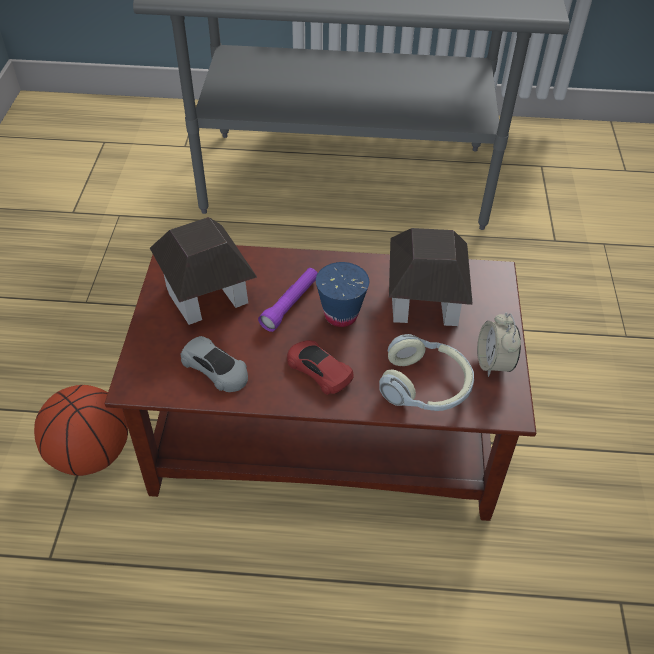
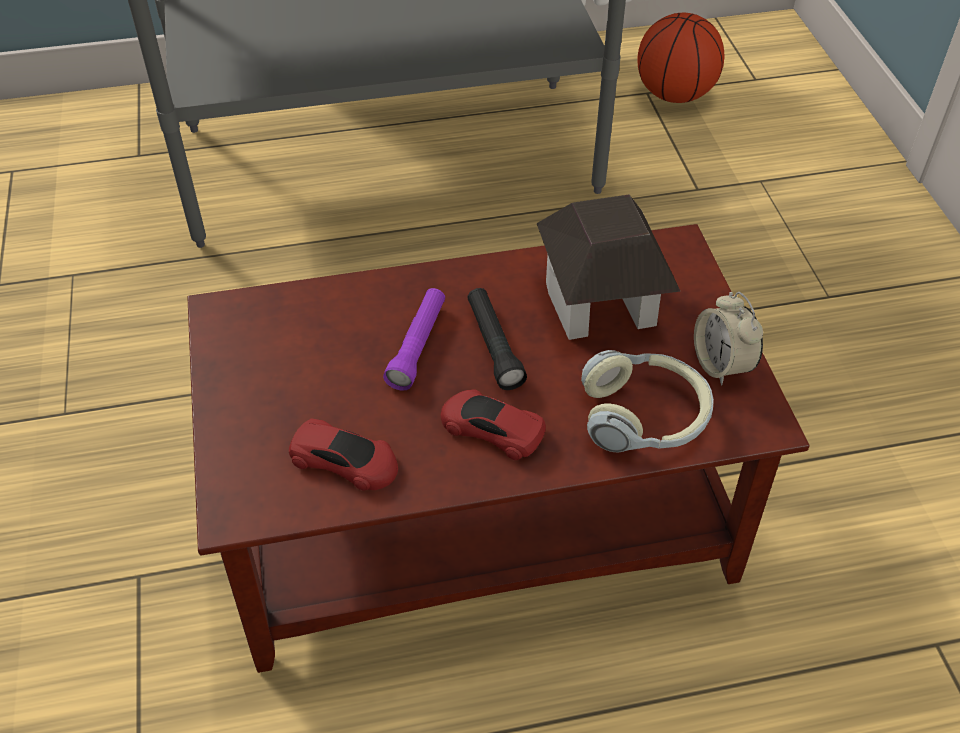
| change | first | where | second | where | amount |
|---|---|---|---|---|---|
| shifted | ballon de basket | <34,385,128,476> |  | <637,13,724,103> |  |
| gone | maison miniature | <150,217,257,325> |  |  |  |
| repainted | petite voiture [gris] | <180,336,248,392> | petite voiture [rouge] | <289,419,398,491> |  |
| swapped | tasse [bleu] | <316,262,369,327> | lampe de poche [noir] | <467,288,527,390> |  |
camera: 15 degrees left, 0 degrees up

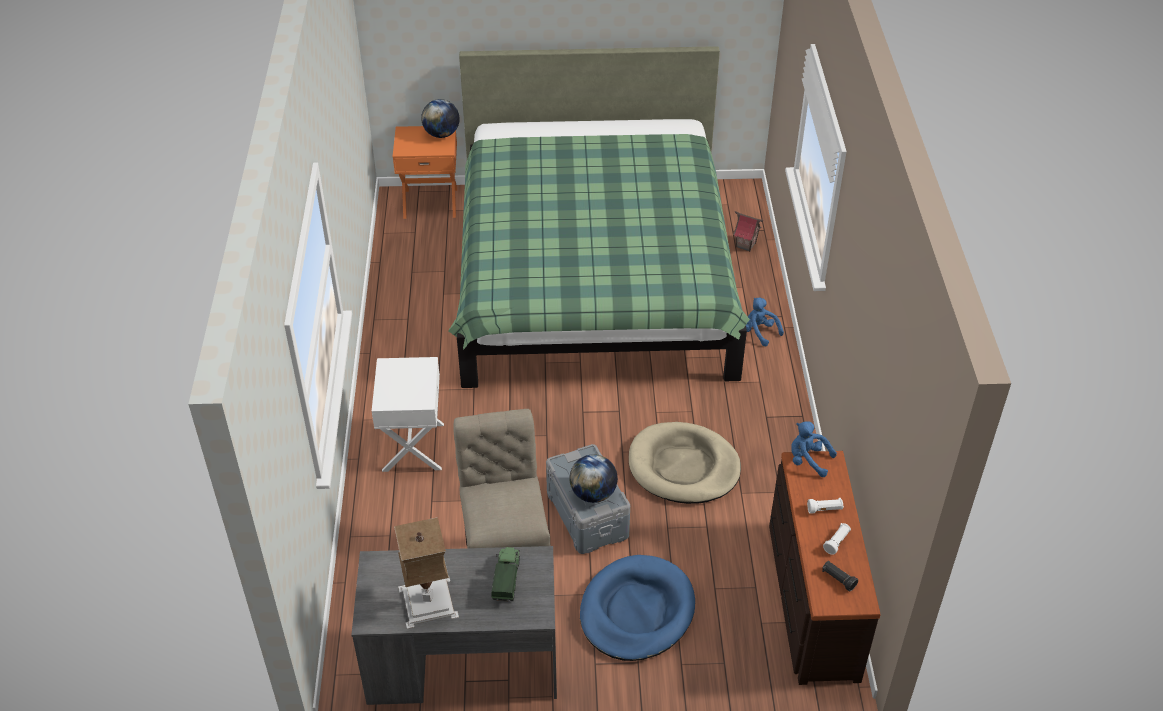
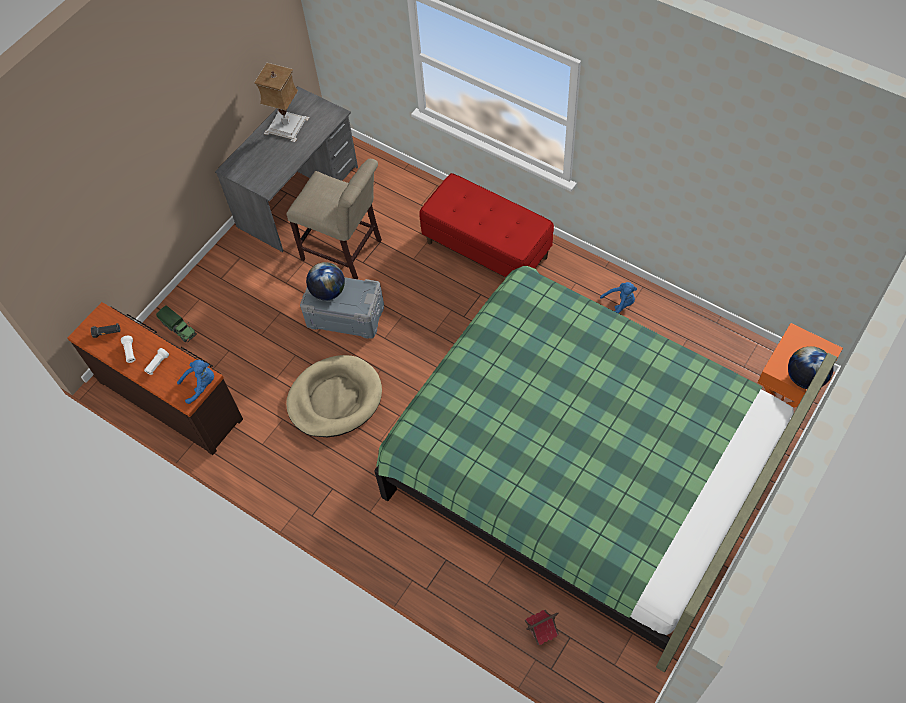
| change | first | where | second | where | amount |
|---|---|---|---|---|---|
| swapped | table de chevet [blanc] | <372,357,444,472> | banc [rouge] | <419,173,554,277> |  |
| shifted | camion jouet | <491,547,520,601> |  | <156,305,197,342> |  |
| gone | panier pour chien [bleu] | <580,555,695,661> |  |  |  |
| shifted | peluche [bleu] | <746,298,784,346> |  | <600,282,637,313> |  |
camera: 130 degrees right, 15 degrees up

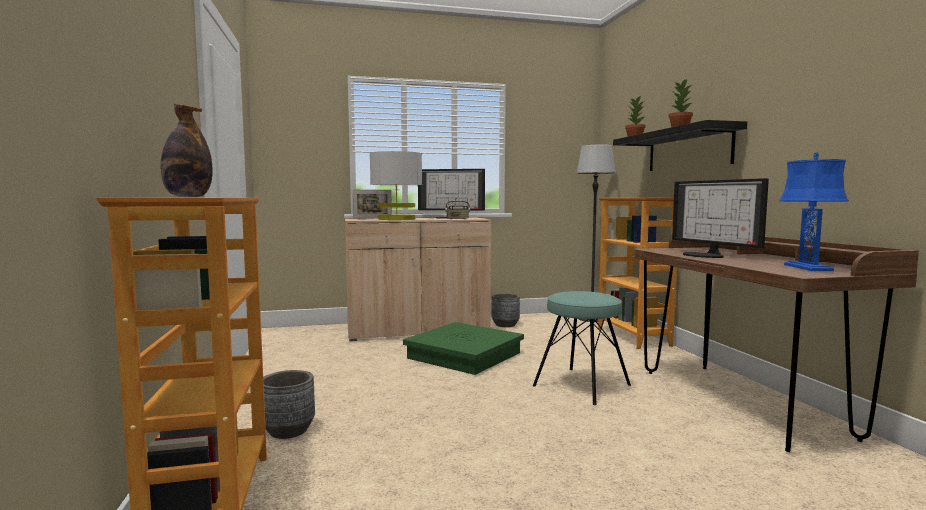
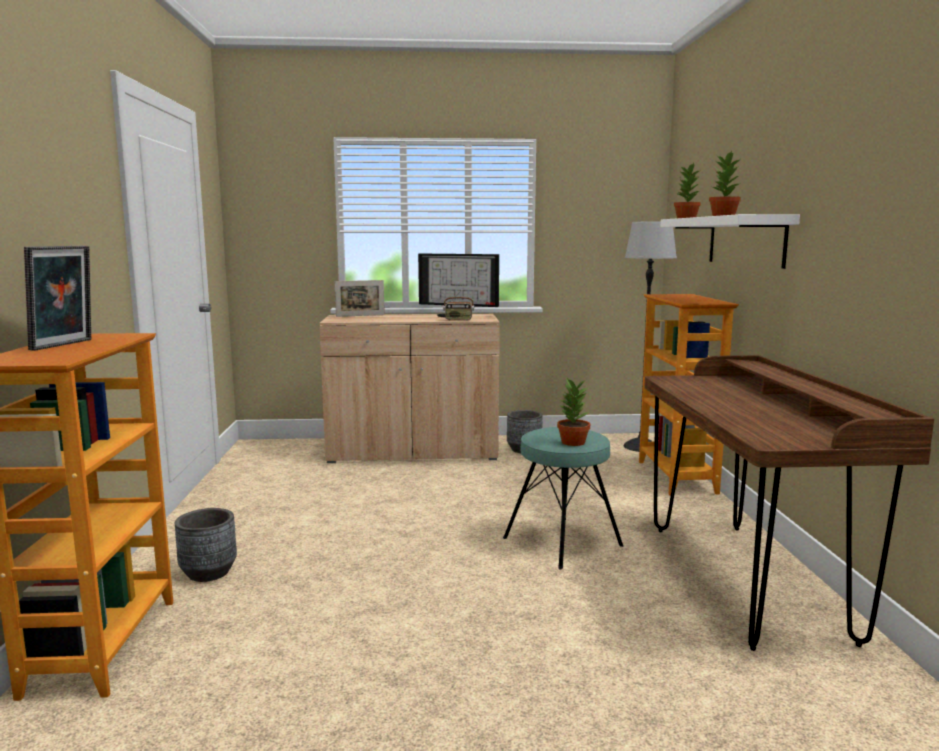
| change | first | where | second | where | amount |
|---|---|---|---|---|---|
| swapped | bouteille | <160,104,213,197> | cadre photo | <24,246,91,351> |  |
| gone | lampe de table [gris] | <370,151,422,220> |  |  |  |
| gone | boîte de rangement [vert] | <403,322,524,375> |  |  |  |
| repainted | étagère [noir] | <613,120,747,171> | étagère [blanc] | <660,214,800,269> |  |
| gone | écran d'ordinateur | <672,178,769,258> |  |  |  |
| gone | lampe de table [bleu] | <779,152,849,271> |  |  |  |
| new |  |  | plante en pot | <557,378,590,446> |  |
camera: 10 degrees right, 5 degrees up

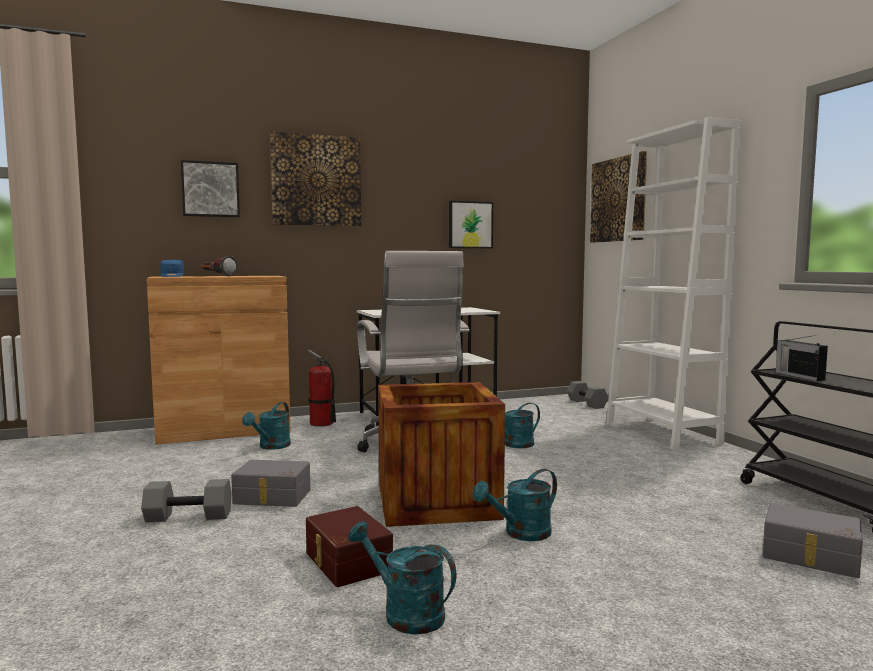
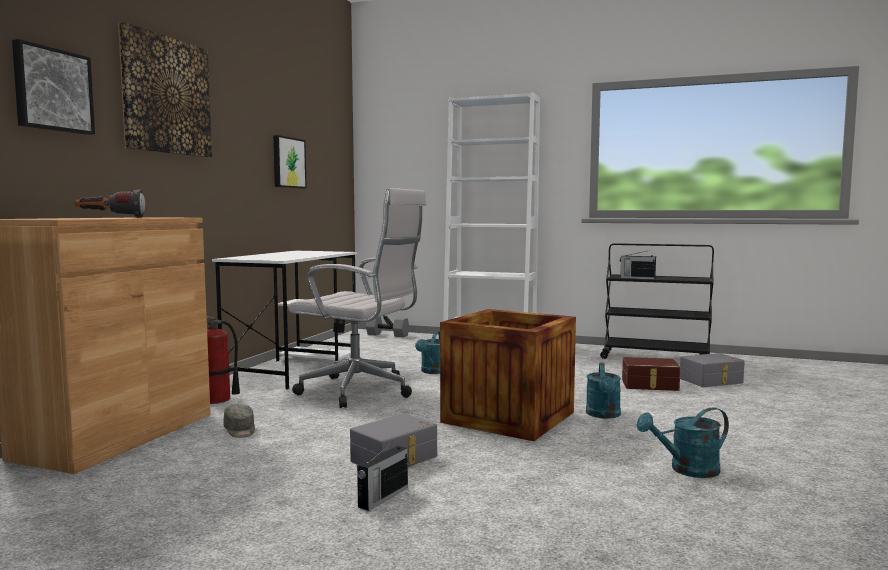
| change | first | where | second | where | amount |
|---|---|---|---|---|---|
| swapped | haltère [gris] | <141,479,232,522> | radio | <357,441,408,511> |  |
| gone | casquette [bleu] | <160,260,184,277> |  |  |  |
| swapped | arrosoir [turquoise] | <242,402,291,450> | casquette [gris] | <223,404,255,438> |  |
| shifted | boîte de rangement [marron] | <306,506,393,587> |  | <622,357,680,391> |  |
| gone | tableau | <590,151,647,243> |  |  |  |
camera: 50 degrees left, 0 degrees up

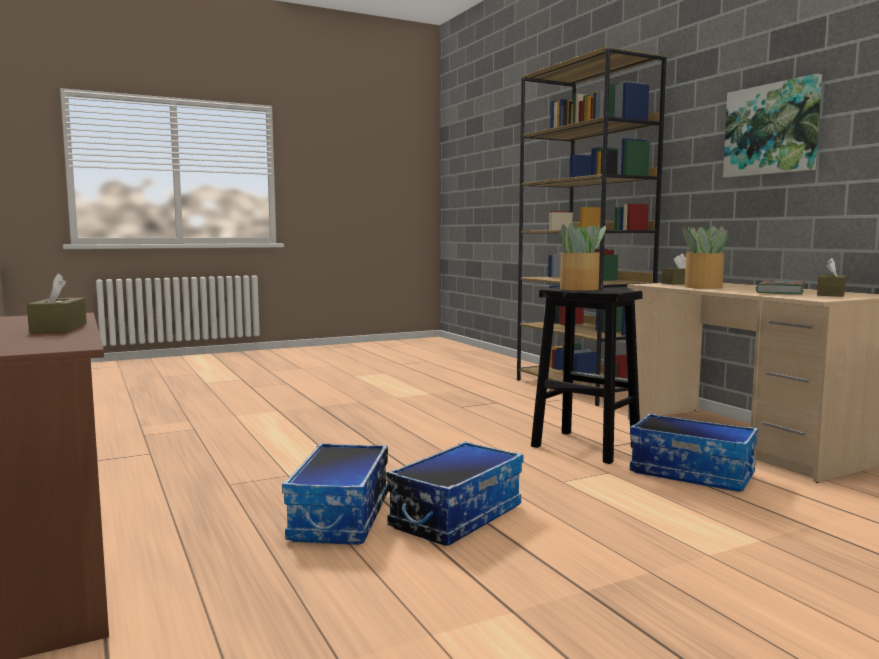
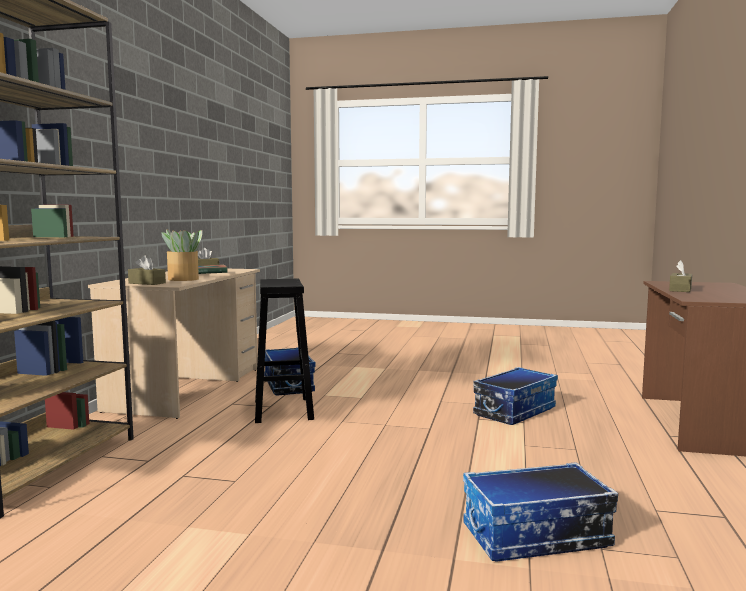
| change | first | where | second | where | amount |
|---|---|---|---|---|---|
| shifted | boîte de rangement | <386,441,523,546> |  | <463,462,618,562> |  |
| gone | plante en pot | <559,223,606,291> |  |  |  |
| gone | tableau | <723,74,822,178> |  |  |  |
camera: 140 degrees left, 0 degrees up

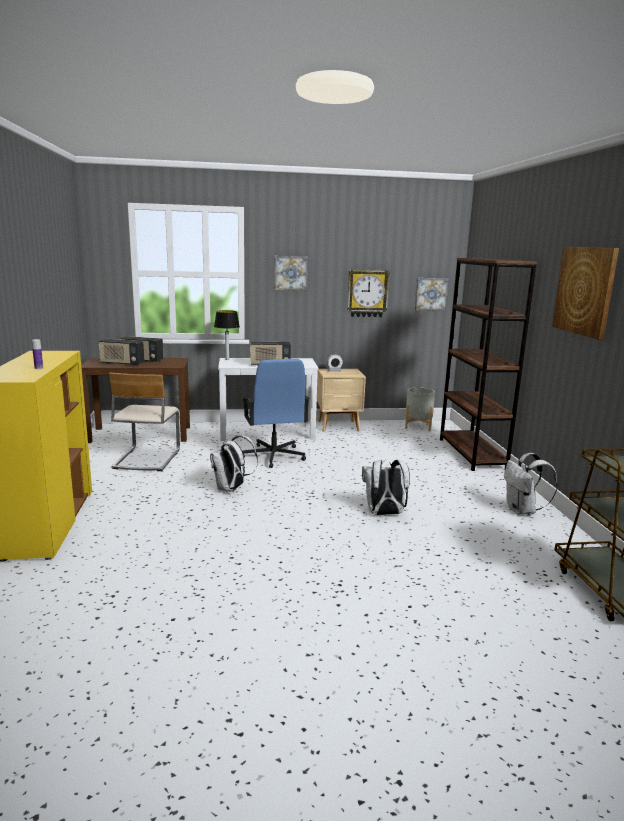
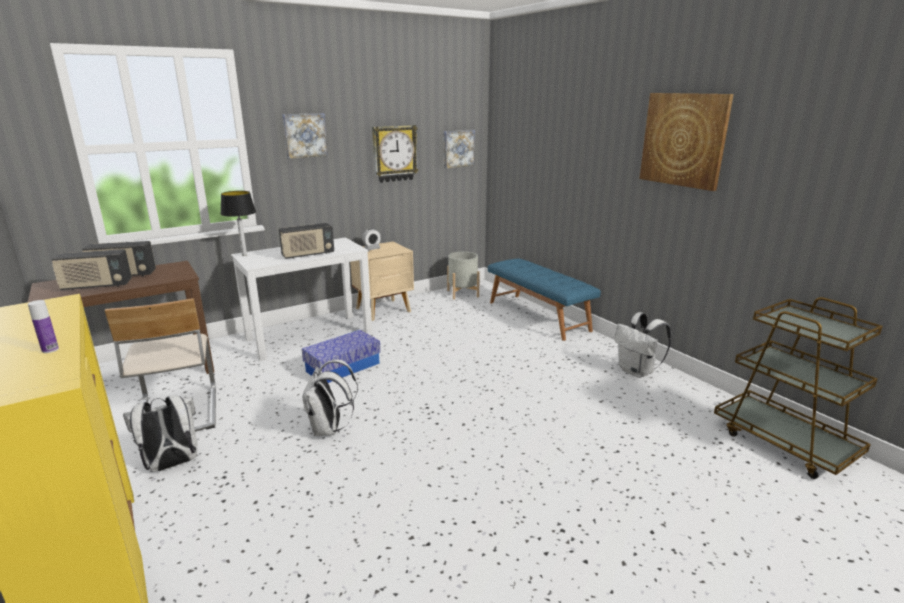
| change | first | where | second | where | amount |
|---|---|---|---|---|---|
| swapped | chaise de bureau [bleu] | <242,359,310,468> | boîte de rangement | <302,330,381,383> |  |
| shifted | sac à dos [blanc] | <362,460,410,515> |  | <123,396,198,472> |  |
| swapped | bibliothèque [marron] | <440,258,537,471> | banc [bleu] | <488,258,601,341> |  |
camera: 25 degrees left, 5 degrees up

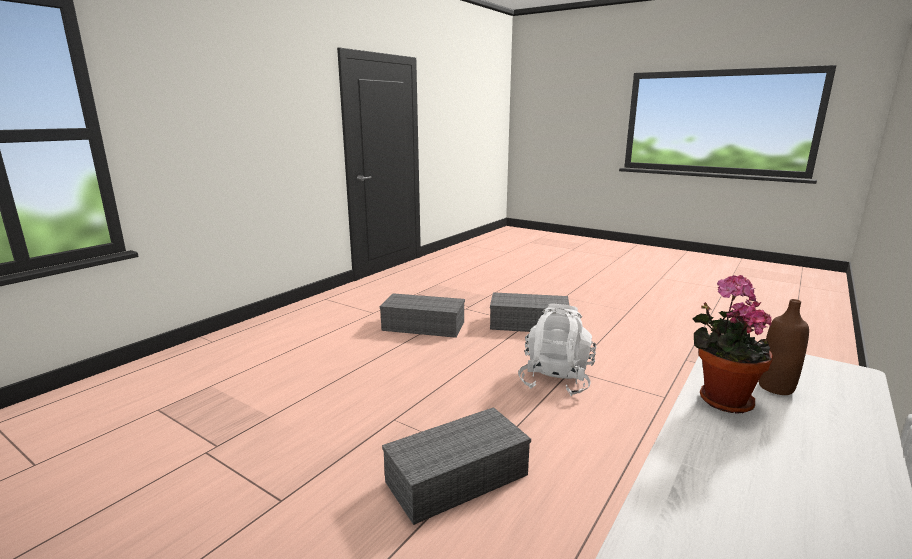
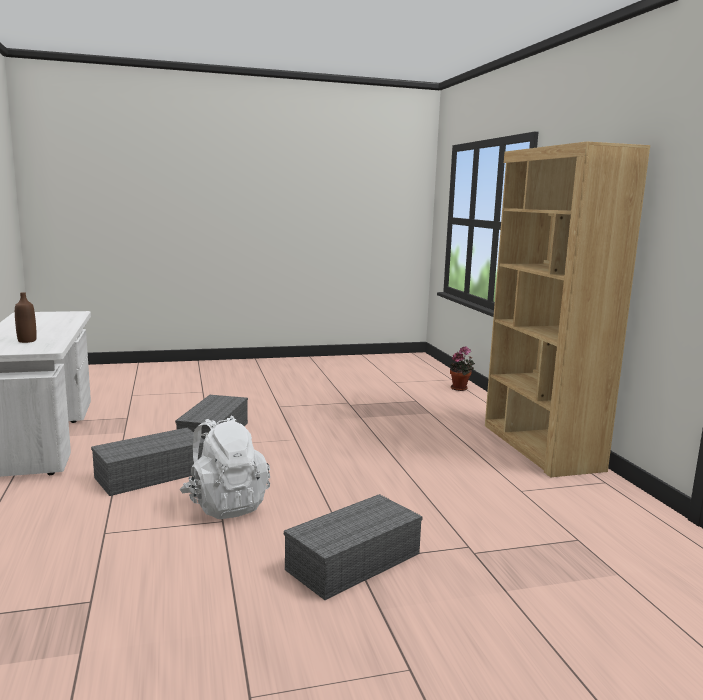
| change | first | where | second | where | amount |
|---|---|---|---|---|---|
| shifted | boîte de rangement [gris] | <380,293,465,338> |  | <91,428,204,496> |  |
| shifted | plante en pot | <693,275,773,414> |  | <450,347,475,391> |  |
| new |  |  | bibliothèque [marron] | <485,141,650,477> |  |
camera: 130 degrees right, 5 degrees down

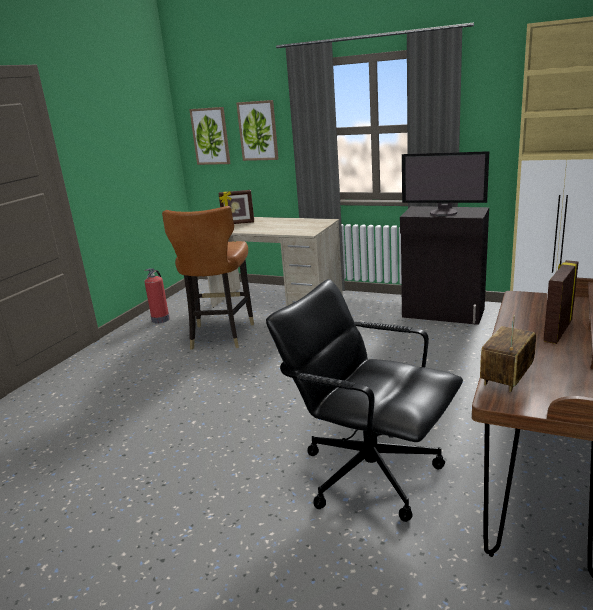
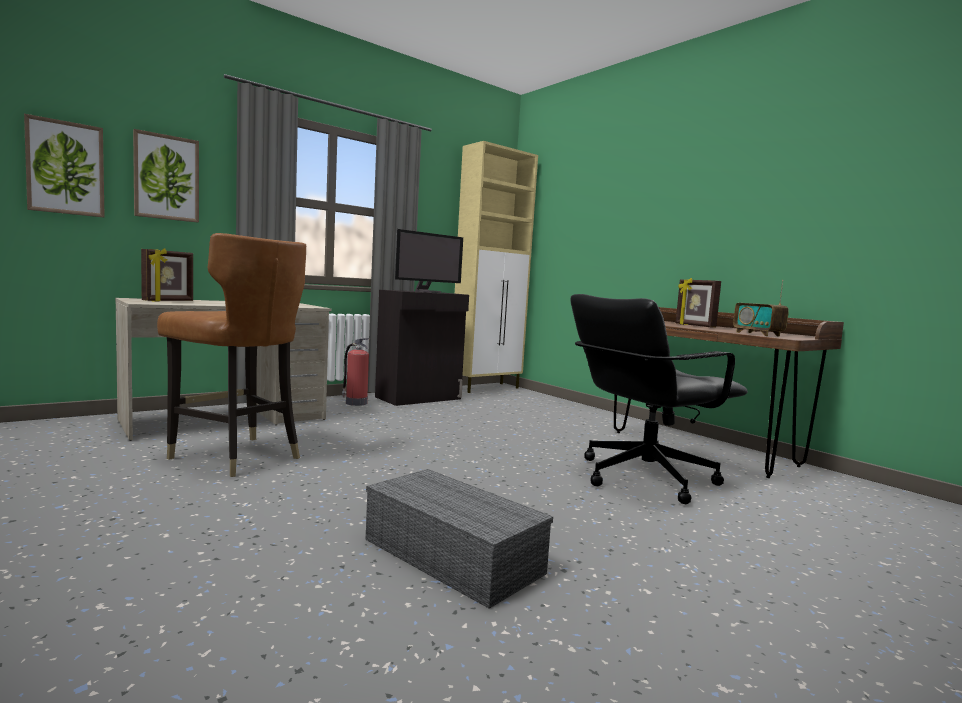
| change | first | where | second | where | amount |
|---|---|---|---|---|---|
| shifted | extincteur | <145,268,170,323> |  | <342,338,369,406> |  |
| new |  |  | boîte de rangement [gris] | <365,469,553,609> |  |
camera: 65 degrees left, 15 degrees down

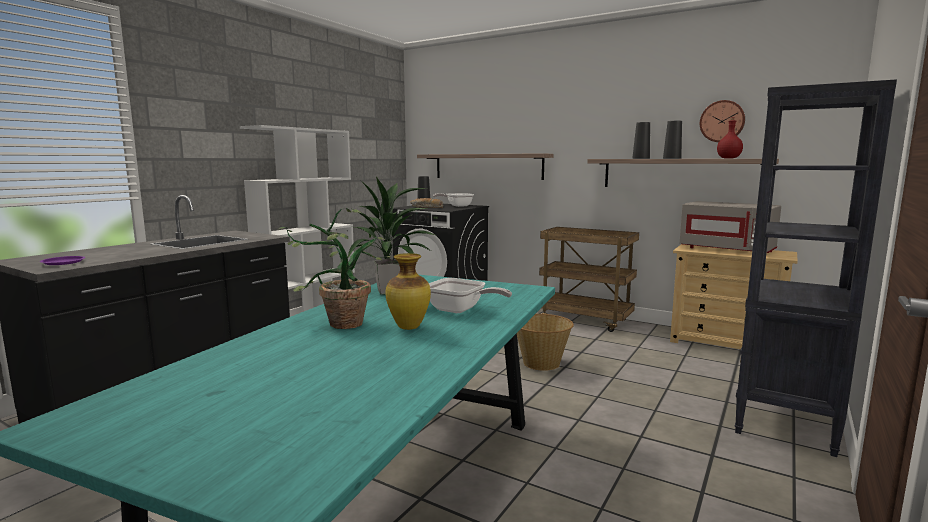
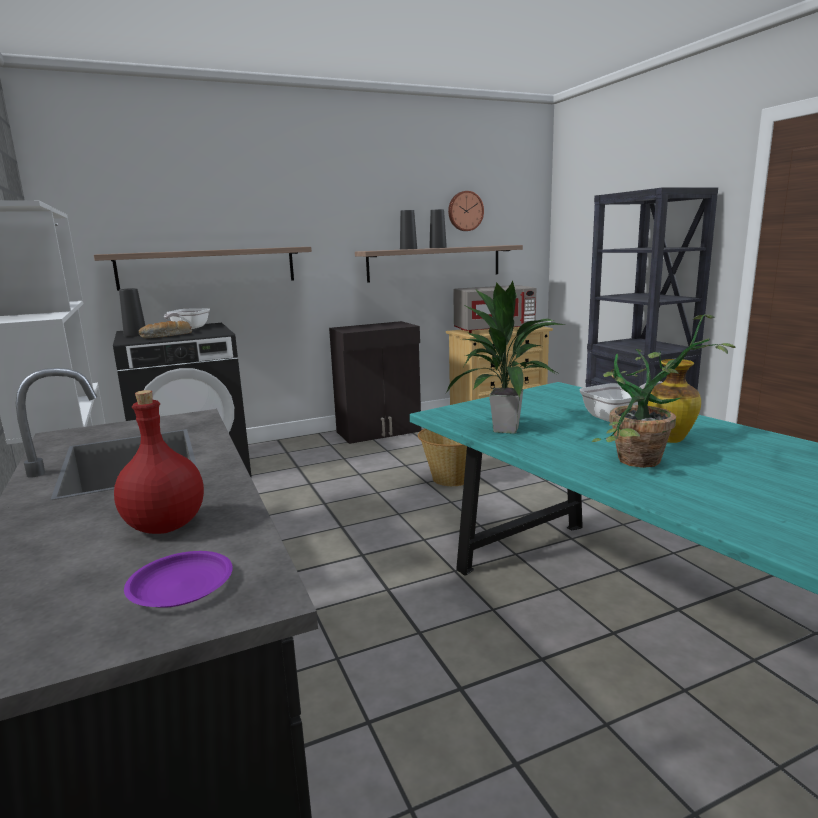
| change | first | where | second | where | amount |
|---|---|---|---|---|---|
| swapped | chariot [marron] | <539,227,639,332> | meuble de rangement [noir] | <329,321,421,444> |  |
| shifted | bouteille [rouge] | <717,117,743,159> |  | <114,390,204,534> |  |
camera: 55 degrees left, 5 degrees up

